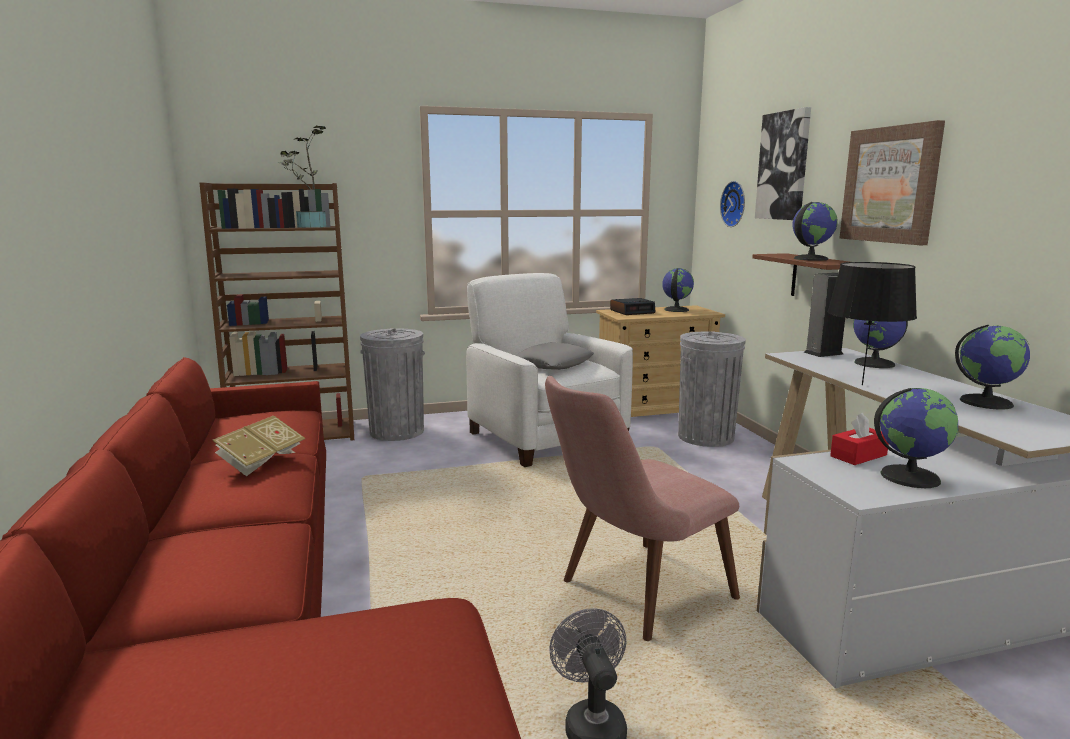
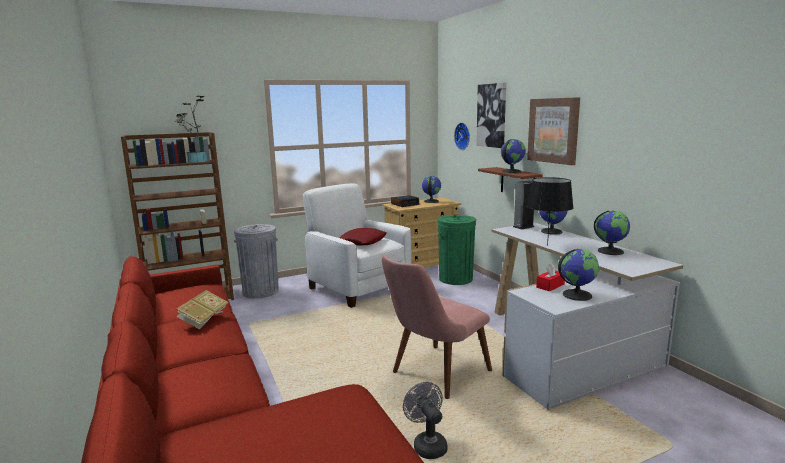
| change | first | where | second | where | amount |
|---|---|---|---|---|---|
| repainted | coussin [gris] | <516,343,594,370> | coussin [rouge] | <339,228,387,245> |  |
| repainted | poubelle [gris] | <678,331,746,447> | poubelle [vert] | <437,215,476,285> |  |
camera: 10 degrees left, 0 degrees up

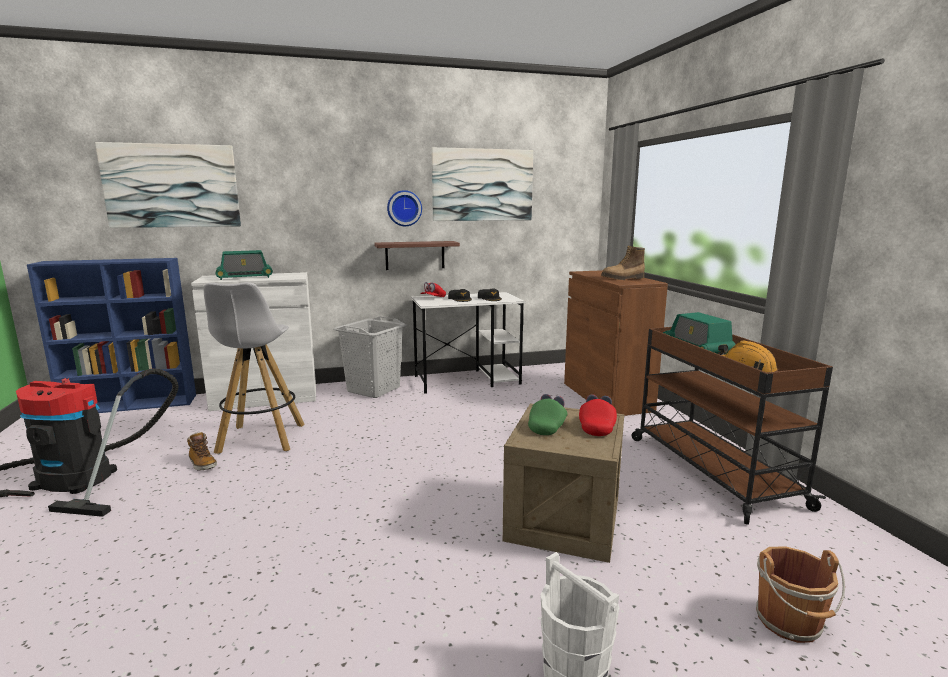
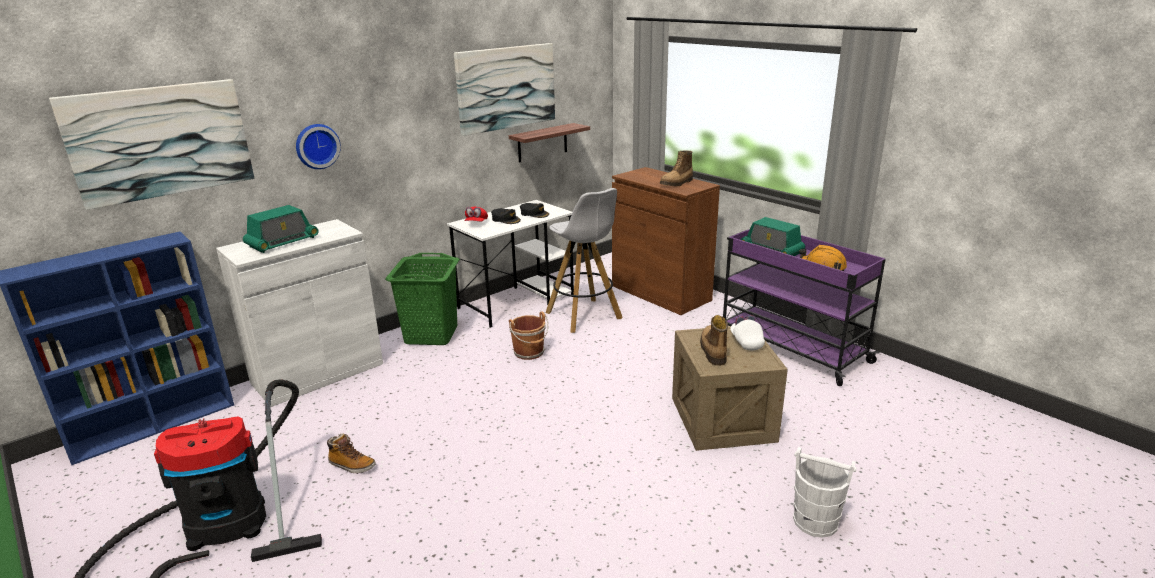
| change | first | where | second | where | amount |
|---|---|---|---|---|---|
| shifted | tabouret [blanc] | <204,282,305,454> |  | <546,188,623,333> |  |
| repainted | panier à linge [gris] | <334,316,407,398> | panier à linge [vert] | <385,253,460,345> |  |
| shifted | étagère | <374,241,460,270> |  | <509,123,590,163> |  |
| shifted | horloge murale | <387,190,422,226> |  | <296,124,341,169> |  |
| swapped | casquette [vert] | <528,394,568,435> | botte | <700,315,728,366> |  |
| repainted | casquette [rouge] | <579,394,617,436> | casquette [blanc] | <730,315,765,350> |  |
| repainted | chariot [marron] | <632,327,833,525> | chariot [violet] | <723,229,885,386> |  |
| shifted | seau [marron] | <756,546,845,643> |  | <509,311,548,360> |  |
camera: 25 degrees left, 10 degrees up

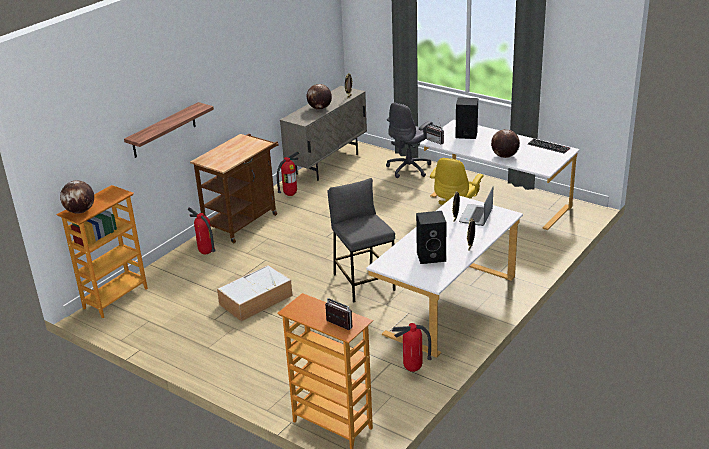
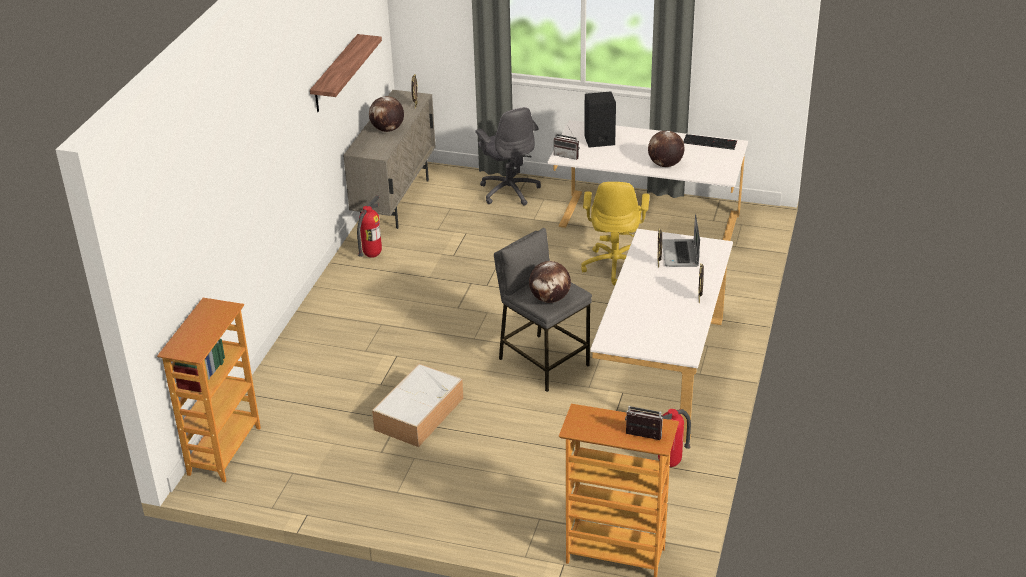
| change | first | where | second | where | amount |
|---|---|---|---|---|---|
| shifted | globe | <60,180,94,214> |  | <529,261,571,303> |  |
| shifted | étagère | <124,102,214,158> |  | <310,34,382,112> |  |
| gone | extincteur | <188,207,216,254> |  |  |  |
| gone | chariot [marron] | <190,134,279,243> |  |  |  |
| rotated | chaise de bureau [gris] | <386,103,433,178> |  | <475,107,541,206> | 45 degrees counterclockwise |
| gone | enceinte [noir] | <416,211,446,264> |  |  |  |
camera: 20 degrees left, 5 degrees up

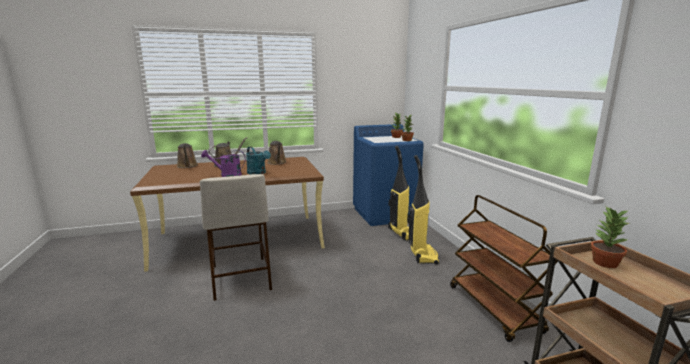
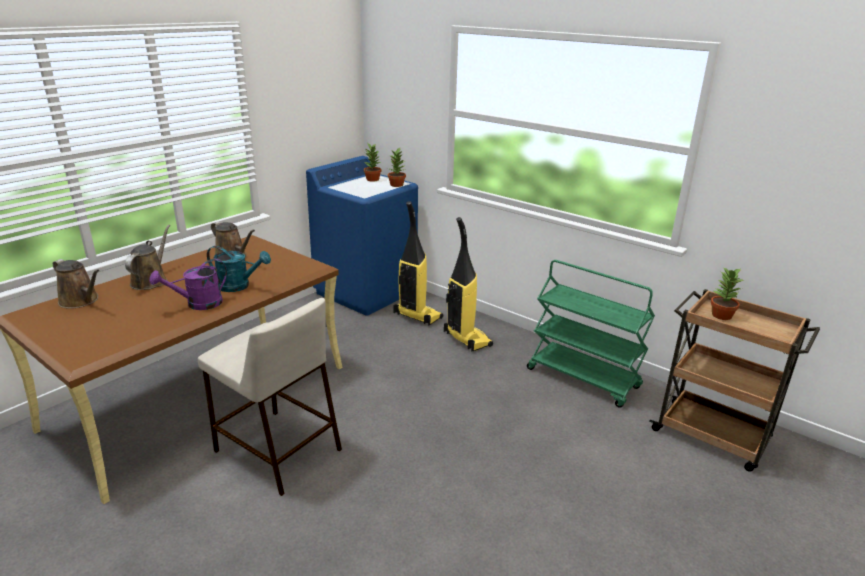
| change | first | where | second | where | amount |
|---|---|---|---|---|---|
| repainted | chariot [marron] | <450,195,558,342> | chariot [vert] | <527,260,655,408> |  |
camera: 35 degrees left, 10 degrees up

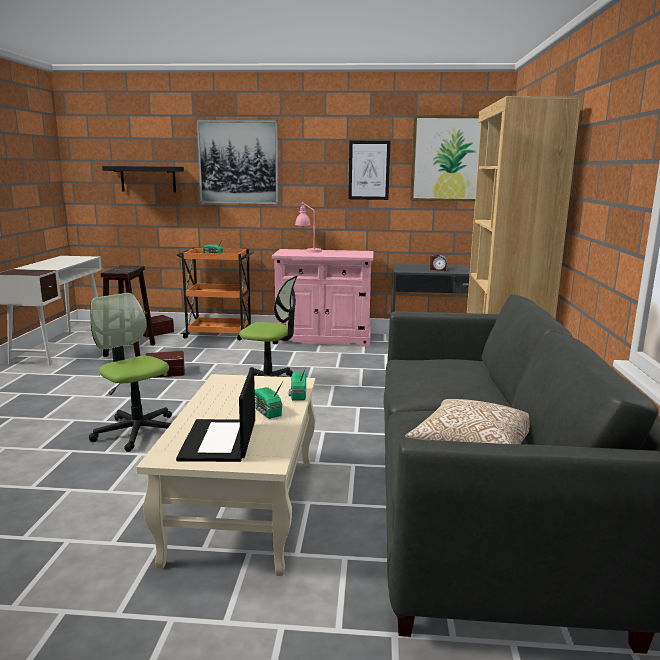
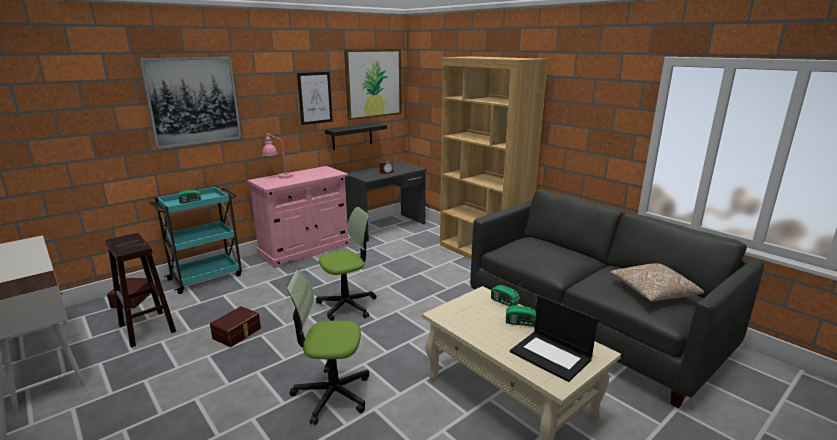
| change | first | where | second | where | amount |
|---|---|---|---|---|---|
| shifted | étagère [noir] | <102,166,184,192> |  | <325,123,387,150> |  |
| repainted | chariot [orange] | <177,248,254,340> | chariot [turquoise] | <149,186,242,294> |  |
camera: 45 degrees left, 5 degrees up

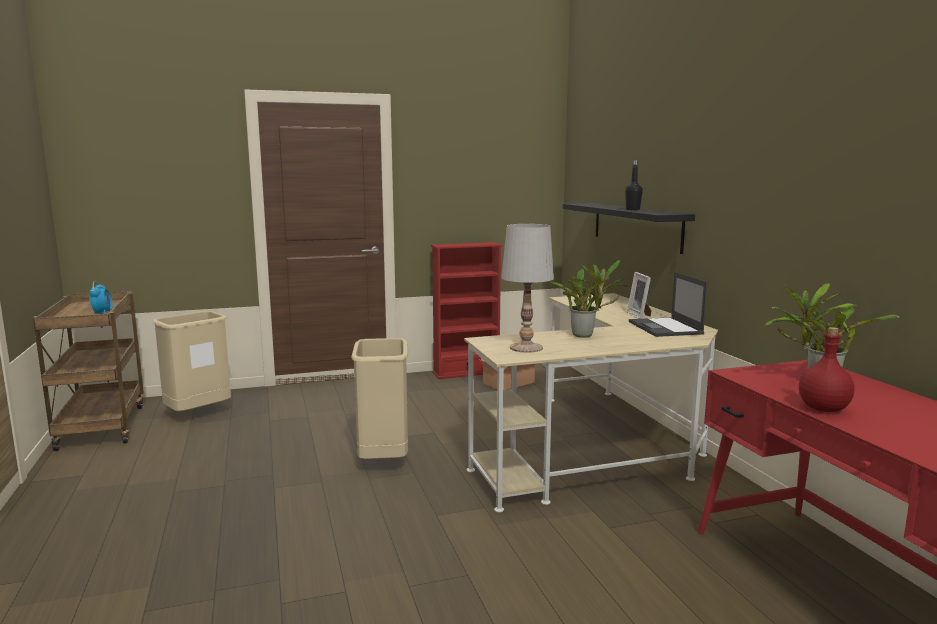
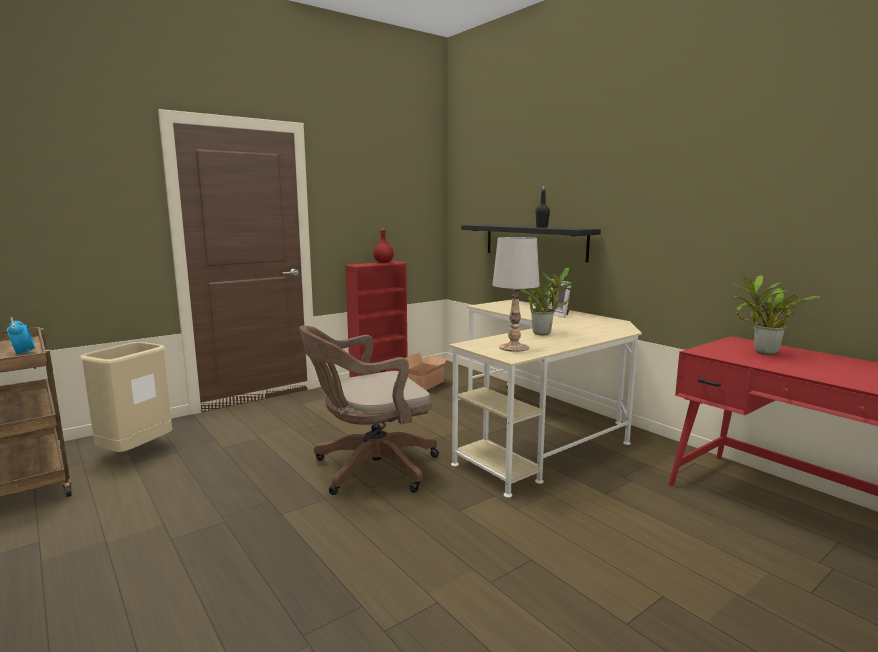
| change | first | where | second | where | amount |
|---|---|---|---|---|---|
| swapped | poubelle [beige] | <351,338,408,459> | chaise de bureau [marron] | <300,325,439,495> |  |
| gone | ordinateur portable | <629,272,708,337> |  |  |  |
| shifted | bouteille [rouge] | <799,327,854,412> |  | <373,227,394,263> |  |
camera: 20 degrees left, 0 degrees up

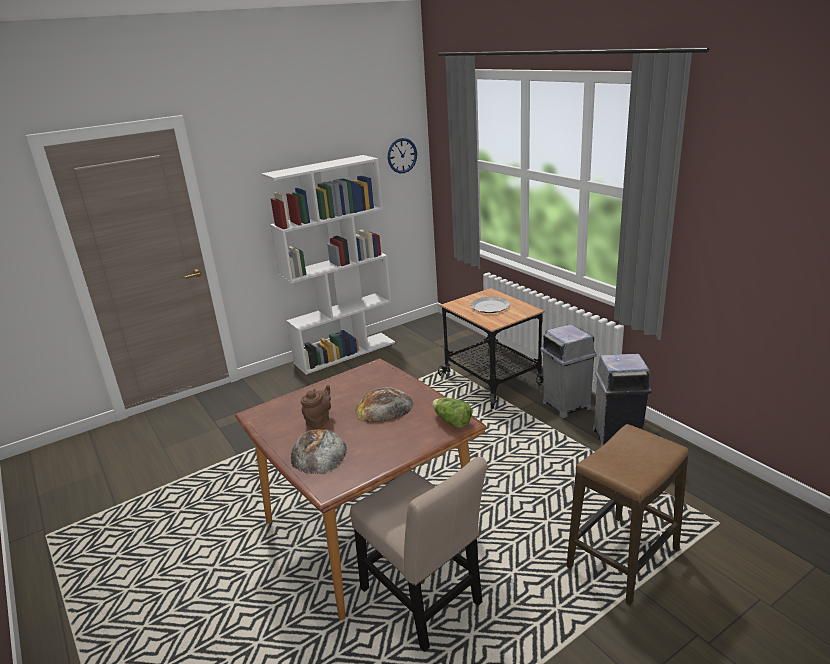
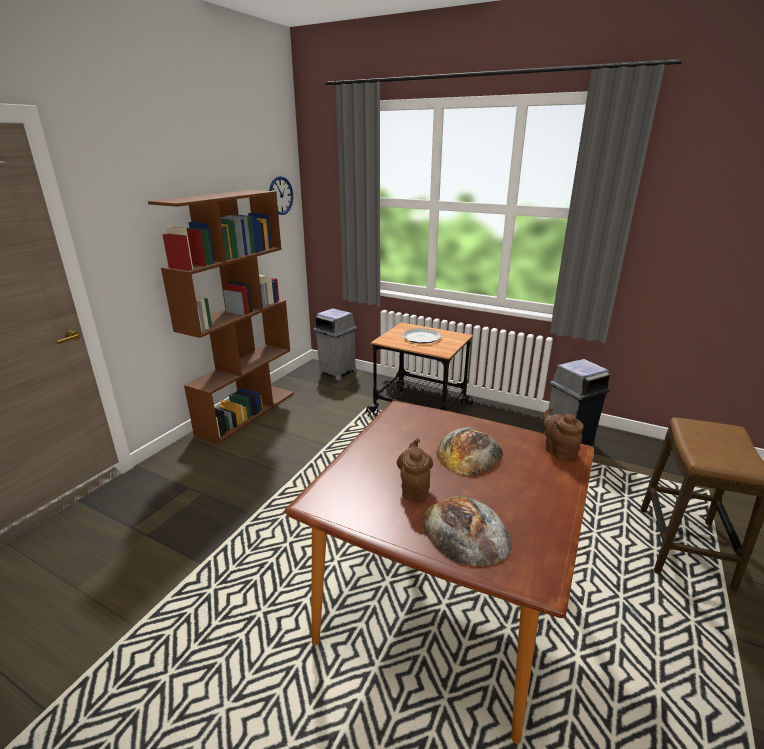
| change | first | where | second | where | amount |
|---|---|---|---|---|---|
| repainted | bibliothèque [blanc] | <261,155,395,375> | bibliothèque [marron] | <148,190,294,444> |  |
| gone | chaise [beige] | <350,457,488,652> |  |  |  |
| swapped | laitue | <432,398,472,428> | théière [marron] | <543,407,584,460> |  |
| shifted | poubelle [gris] | <540,324,597,418> |  | <314,308,357,381> |  |
camera: 30 degrees left, 0 degrees up

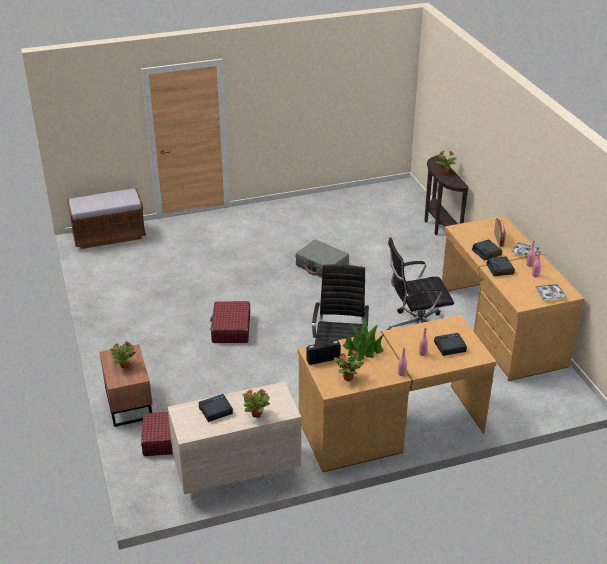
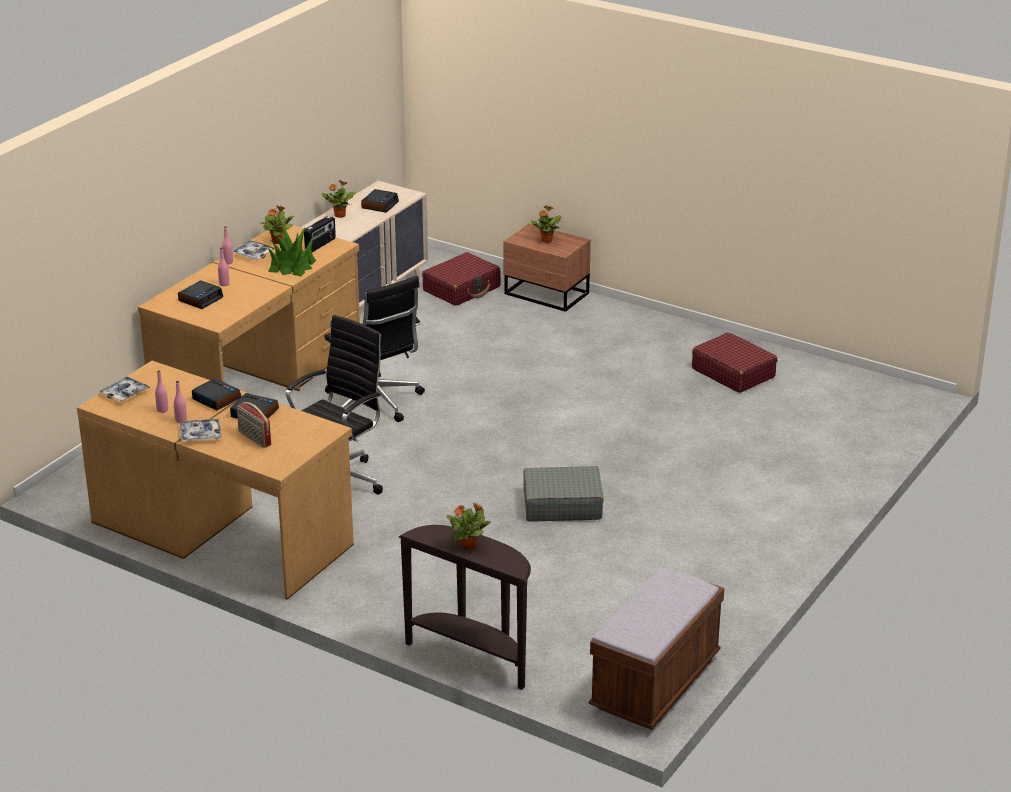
| change | first | where | second | where | amount |
|---|---|---|---|---|---|
| shifted | banc [marron] | <67,188,146,249> |  | <589,567,724,730> |  |
| shifted | valise [rouge] | <210,301,250,343> |  | <692,332,777,393> |  |
| new |  |  | plateau | <233,240,275,260> |  |
camera: 140 degrees right, 5 degrees down

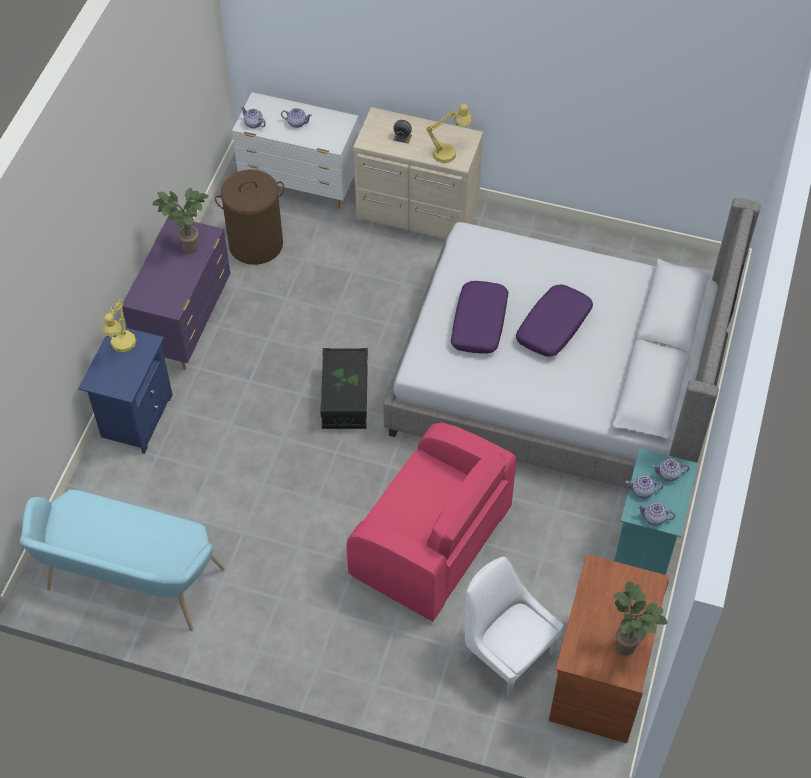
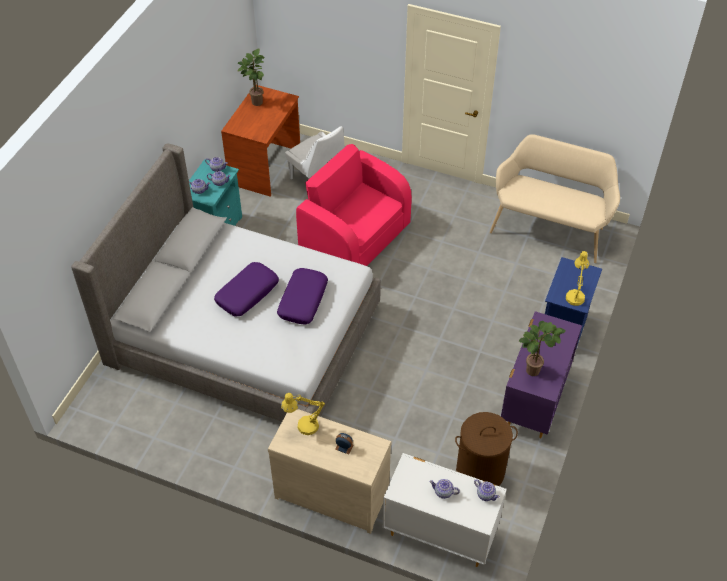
| change | first | where | second | where | amount |
|---|---|---|---|---|---|
| repainted | banc [turquoise] | <20,489,225,631> | banc [beige] | <490,134,620,263> |  |
| gone | boîte de rangement [noir] | <320,348,368,429> |  |  |  |
camera: 175 degrees left, 5 degrees down

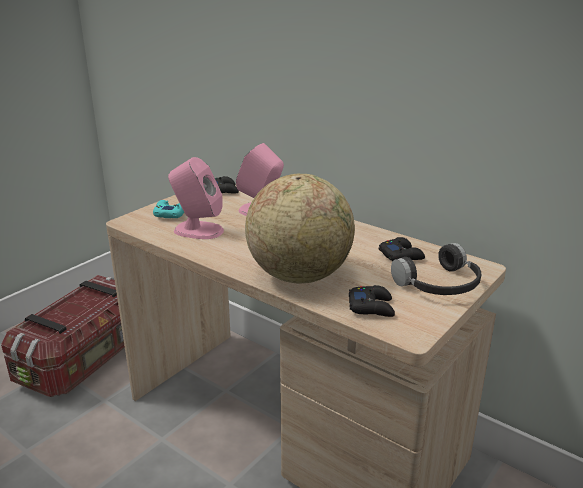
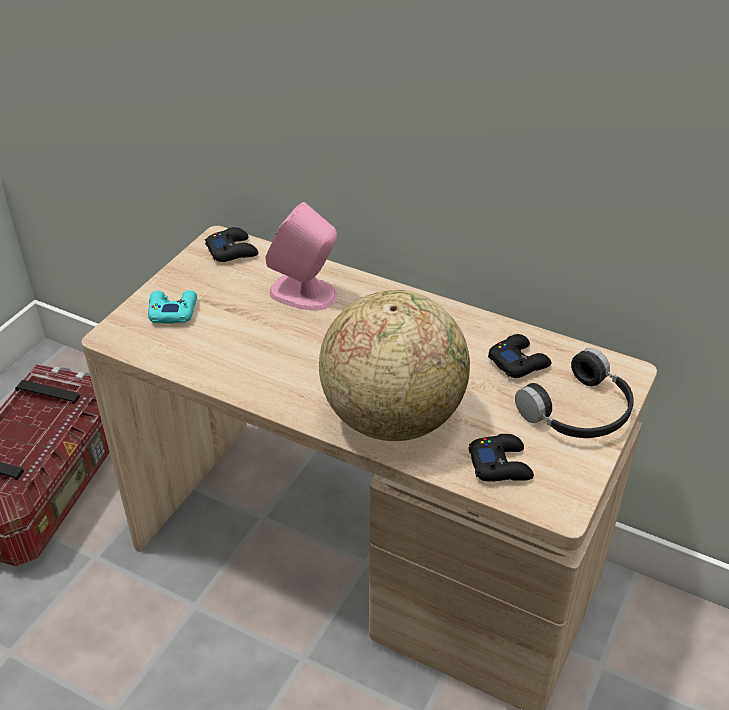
| change | first | where | second | where | amount |
|---|---|---|---|---|---|
| gone | enceinte [rose] | <168,157,224,239> |  |  |  |
camera: 10 degrees left, 15 degrees up

